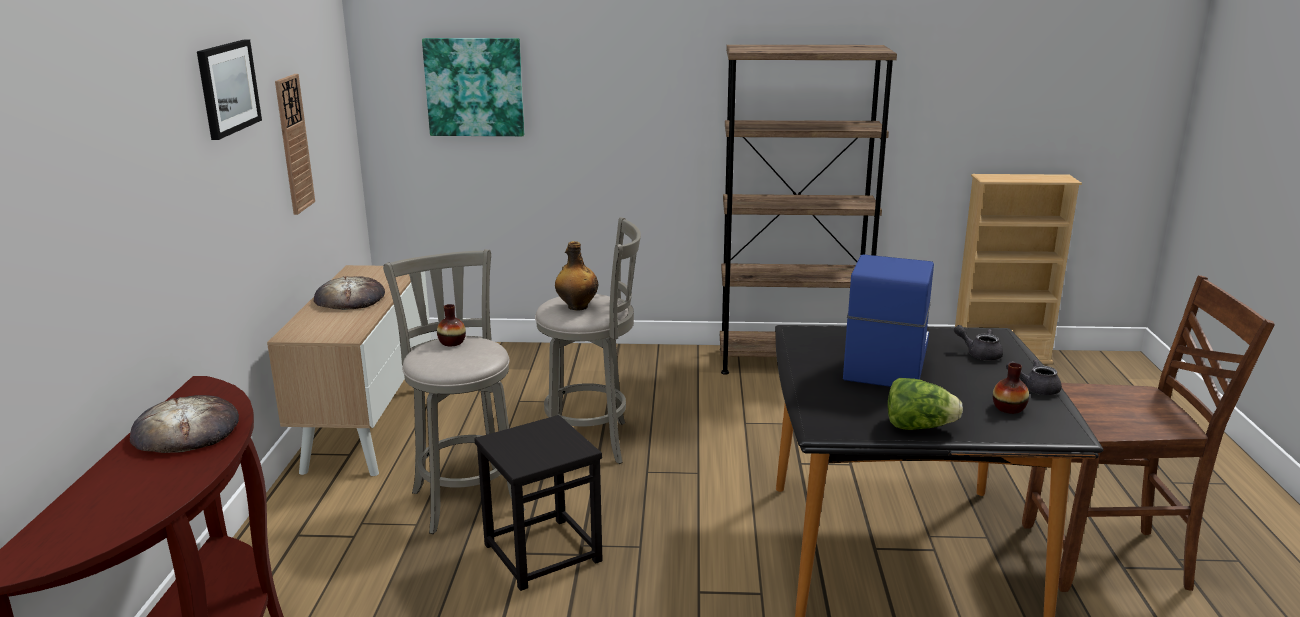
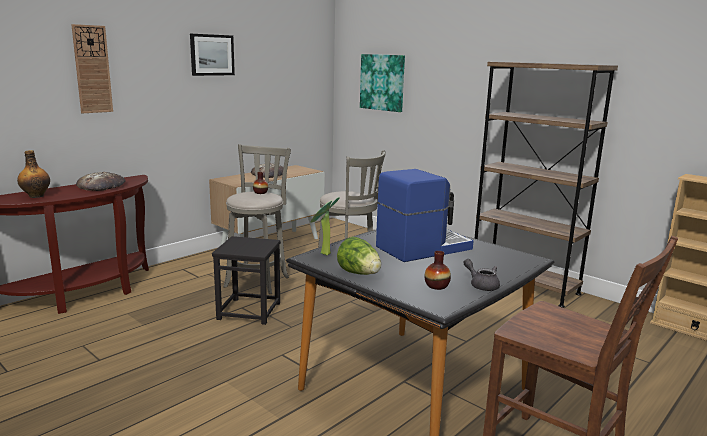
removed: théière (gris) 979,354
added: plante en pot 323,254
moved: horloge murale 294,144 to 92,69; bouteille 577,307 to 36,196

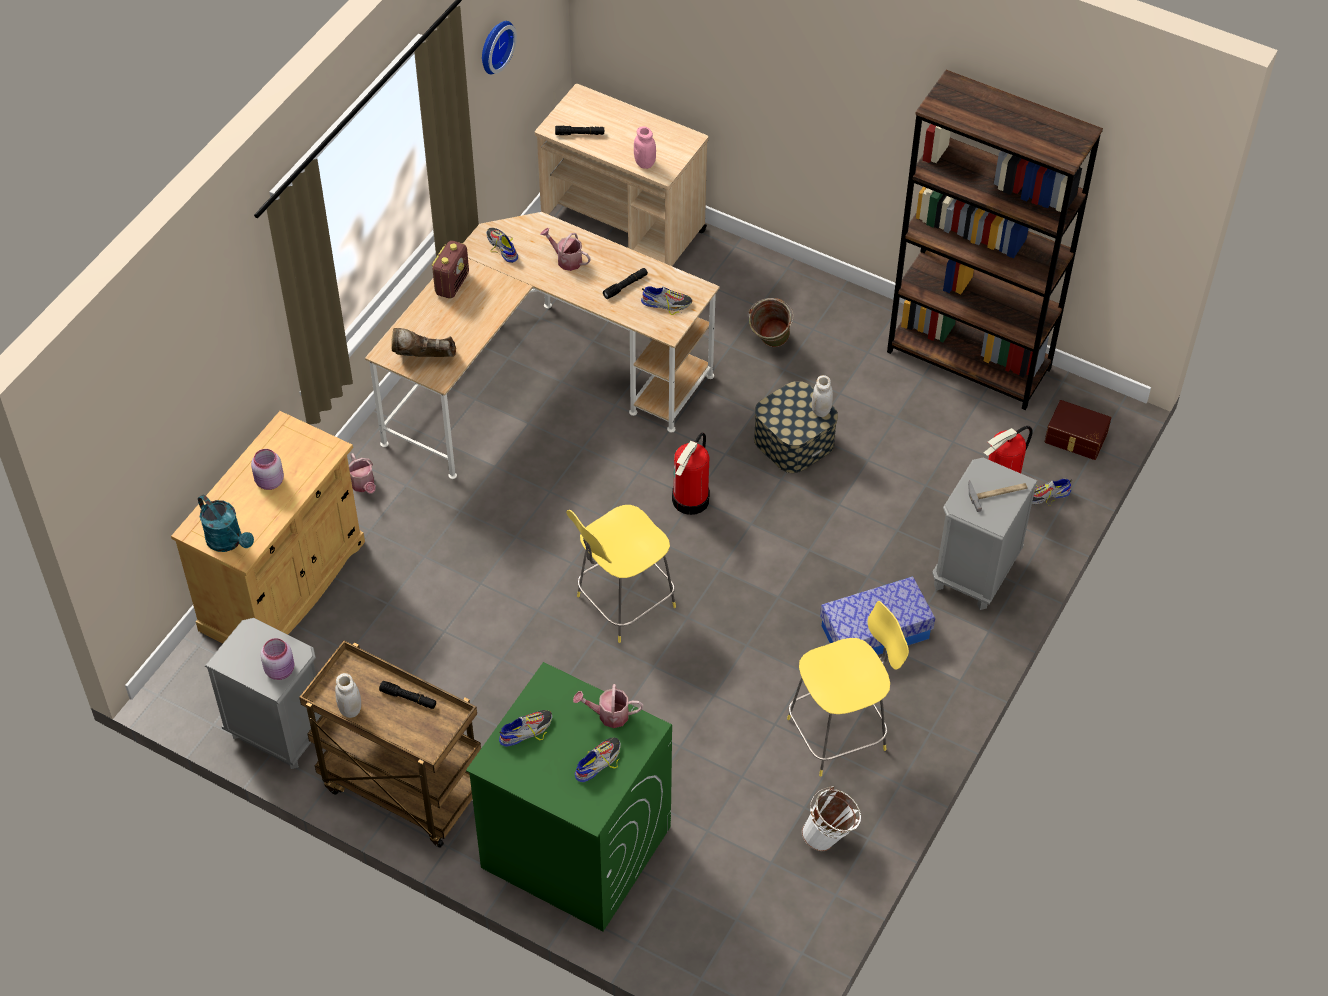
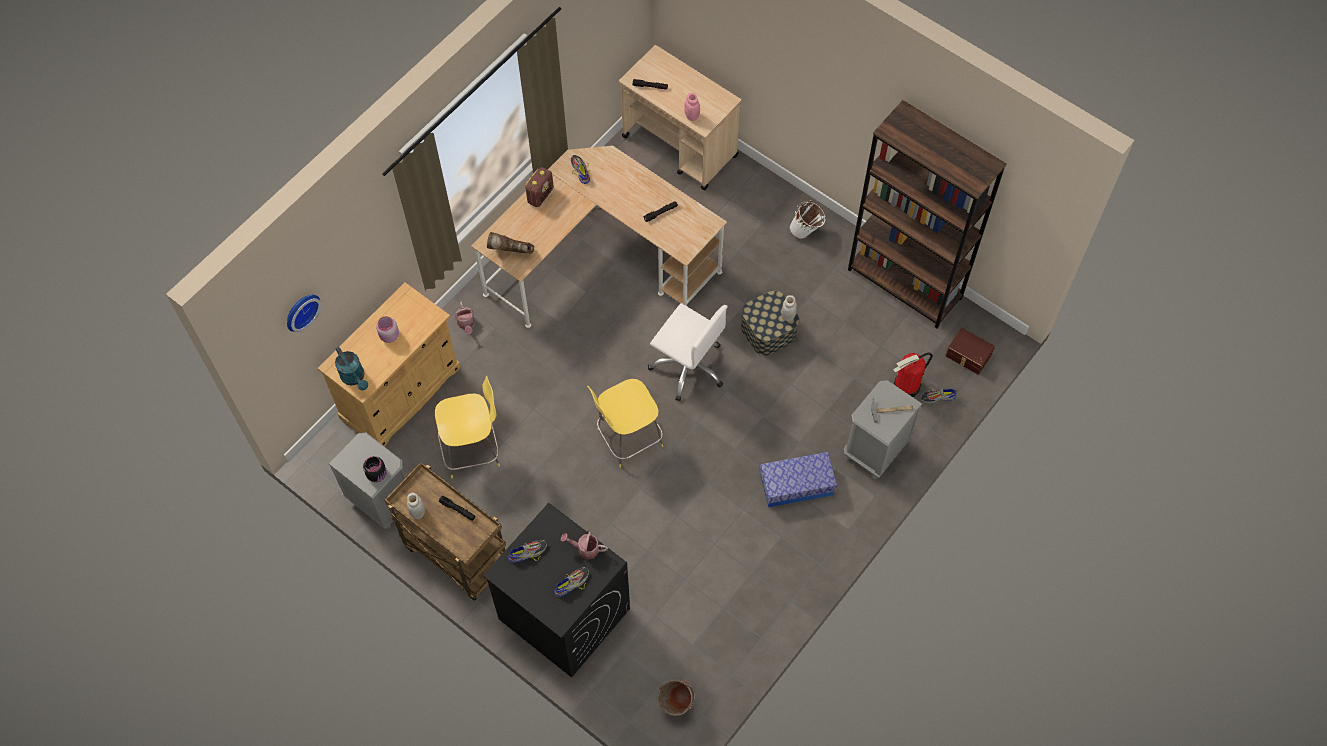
removed: arrosoir 566,259; chaussure 666,303
moved: horloge murale 494,45 to 300,310; seau (vert) 769,344 to 676,704; tabouret (jaune) 840,733 to 473,450; seau (blanc) 830,837 to 806,232
replaced: extincteur 691,500 to chaise de bureau (blanc) 688,366
recoloured: bocal (rose) 281,670 to bocal (noir) 377,474; lave-linge (vert) 575,847 to lave-linge (noir) 563,613

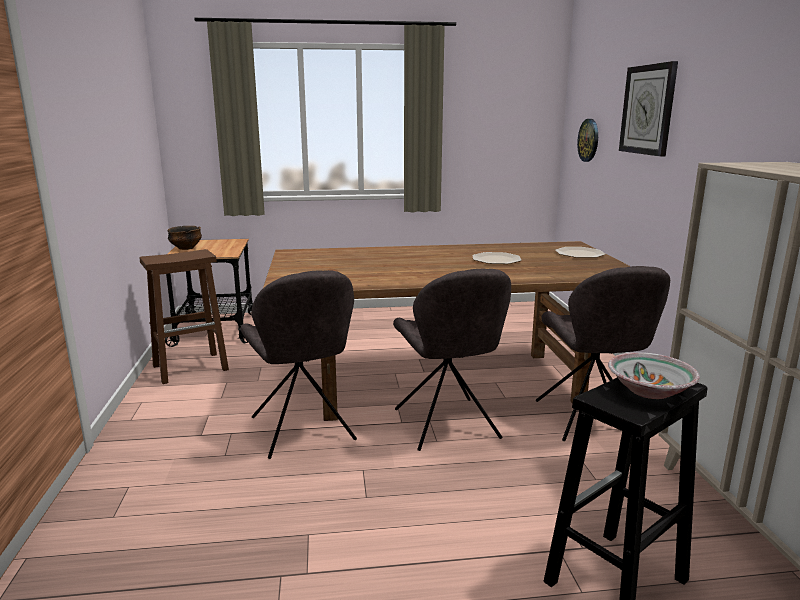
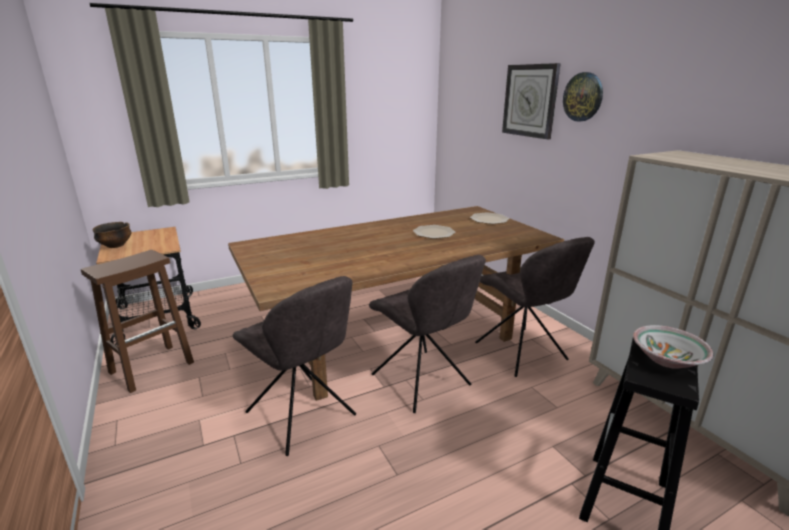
moved: horloge murale 589,140 to 583,97

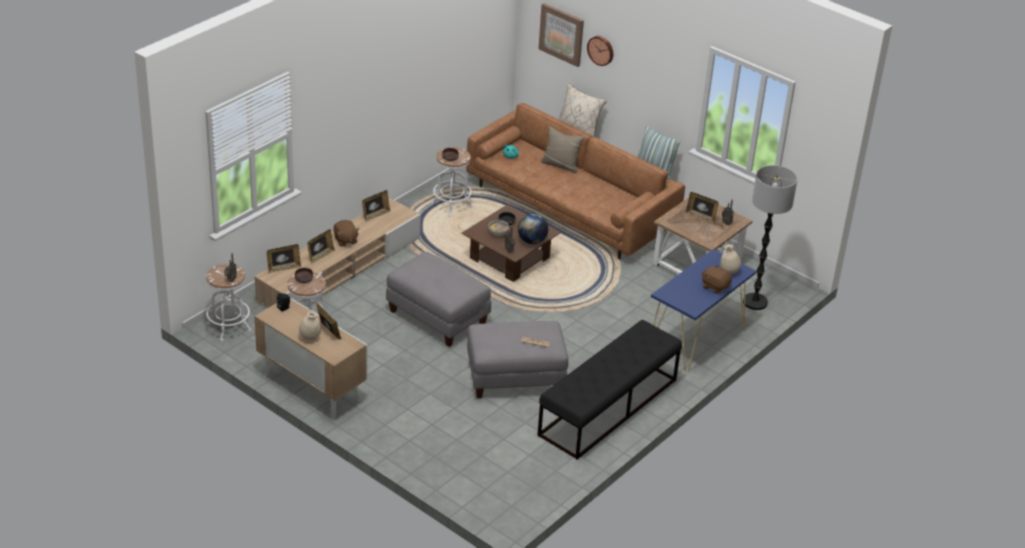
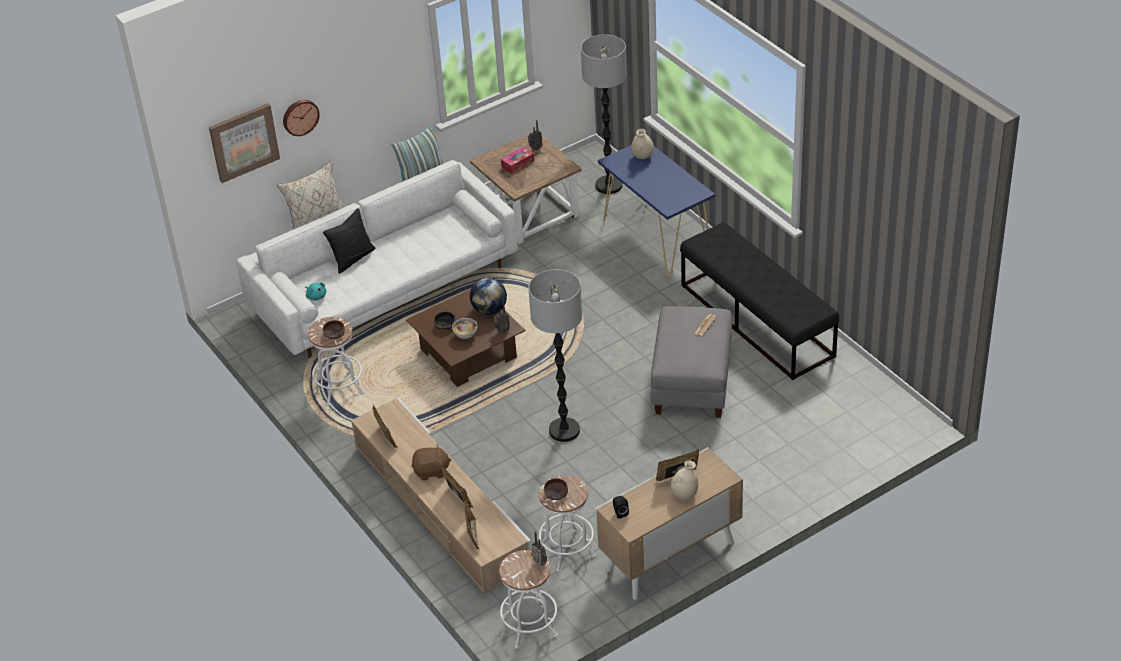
removed: peluche (marron) 715,287
replaced: pouf (gris) 436,317 to lampadaire 564,431; cadre photo 701,217 to boîte à mouchoirs 518,164
recoloured: canapé (marron) 570,207 to canapé (blanc) 384,288; coussin (beige) 561,165 to coussin (noir) 352,258

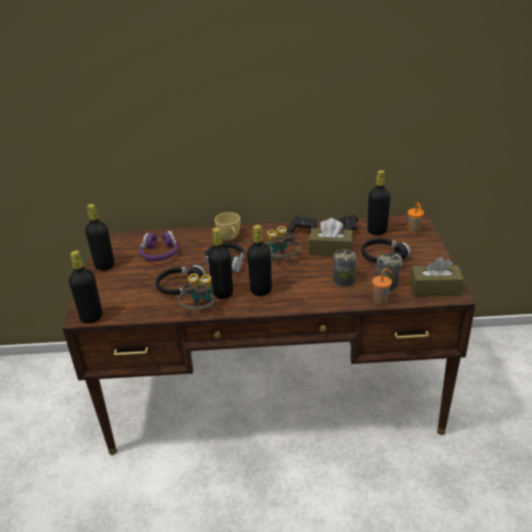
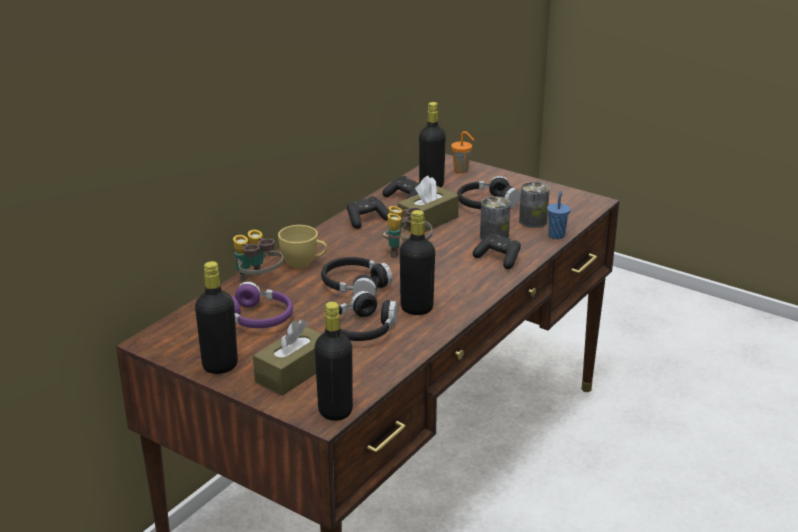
removed: bouteille (noir) 261,290
added: manette (noir) 498,259
moved: jumelles 200,311 to 258,282; boîte à mouchoirs (marron) 435,289 to 293,373
recoloured: tasse (orange) 381,301 to tasse (bleu) 556,235

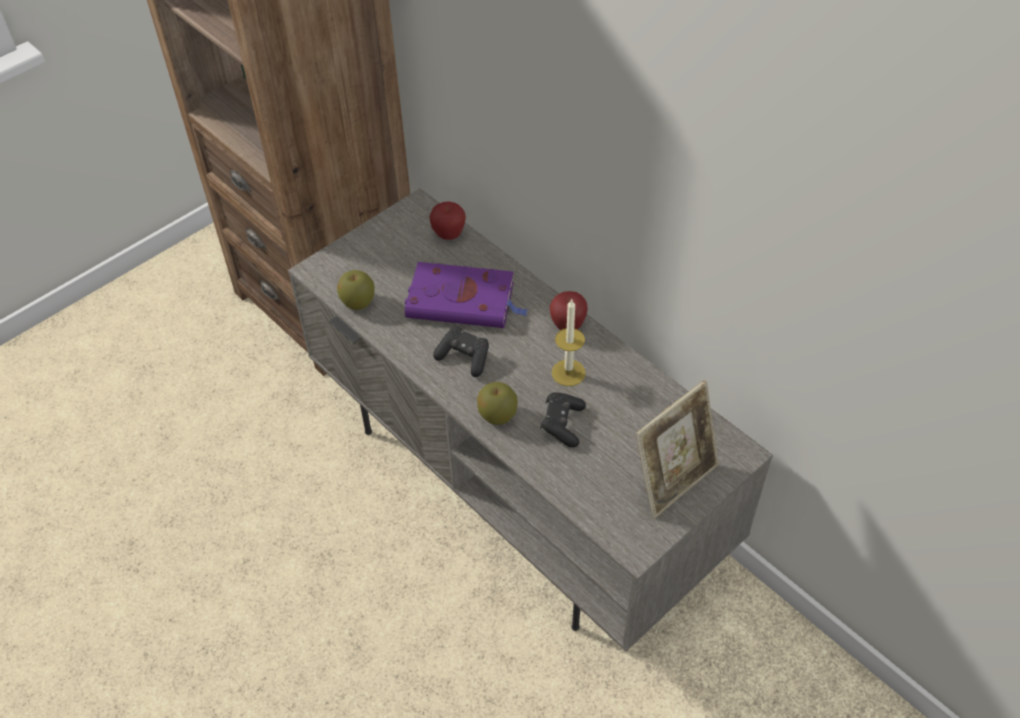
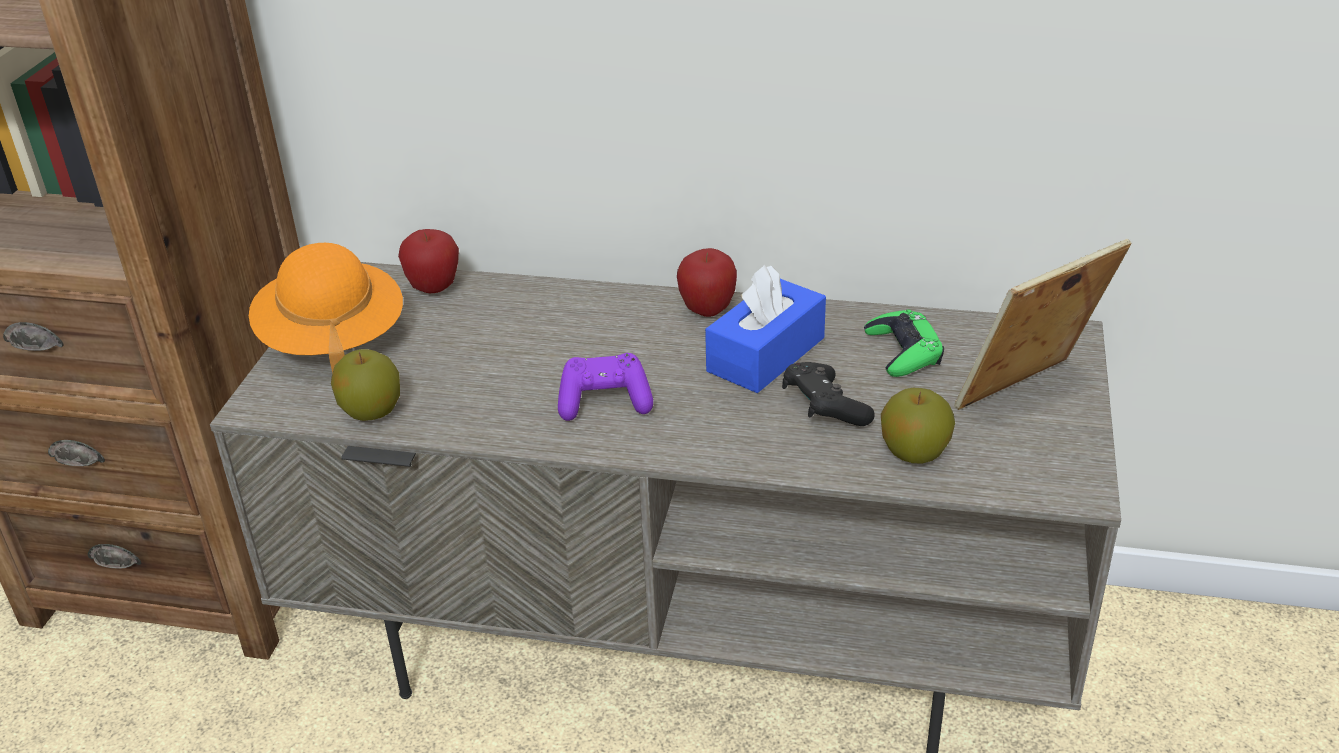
removed: livre (violet) 464,301
added: chapeau (orange) 332,339; manette (vert) 903,351
moved: pomme 497,415 to 914,453
replaced: bougie 568,372 to boîte à mouchoirs (bleu) 766,354
recoloured: manette (noir) 464,357 to manette (violet) 605,402
turned: cadre photo 673,479 = 1029,397 135 degrees counterclockwise

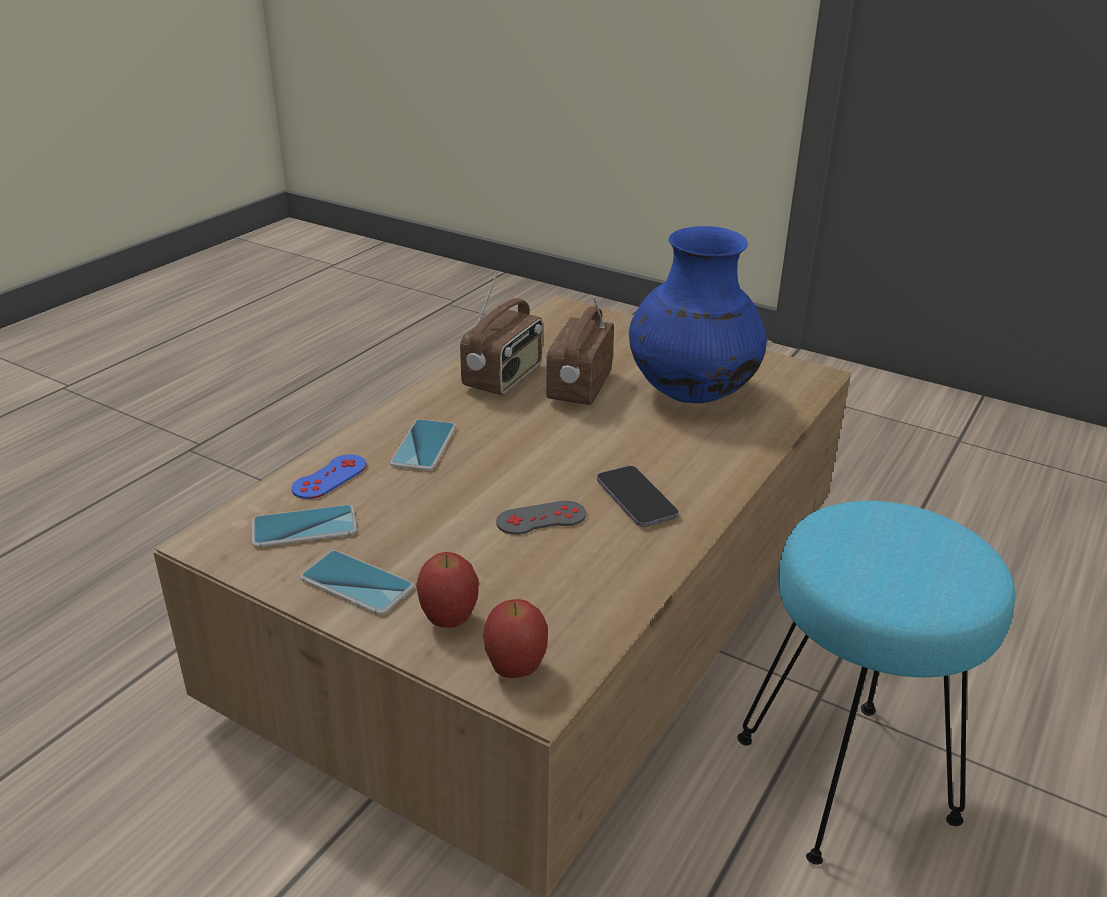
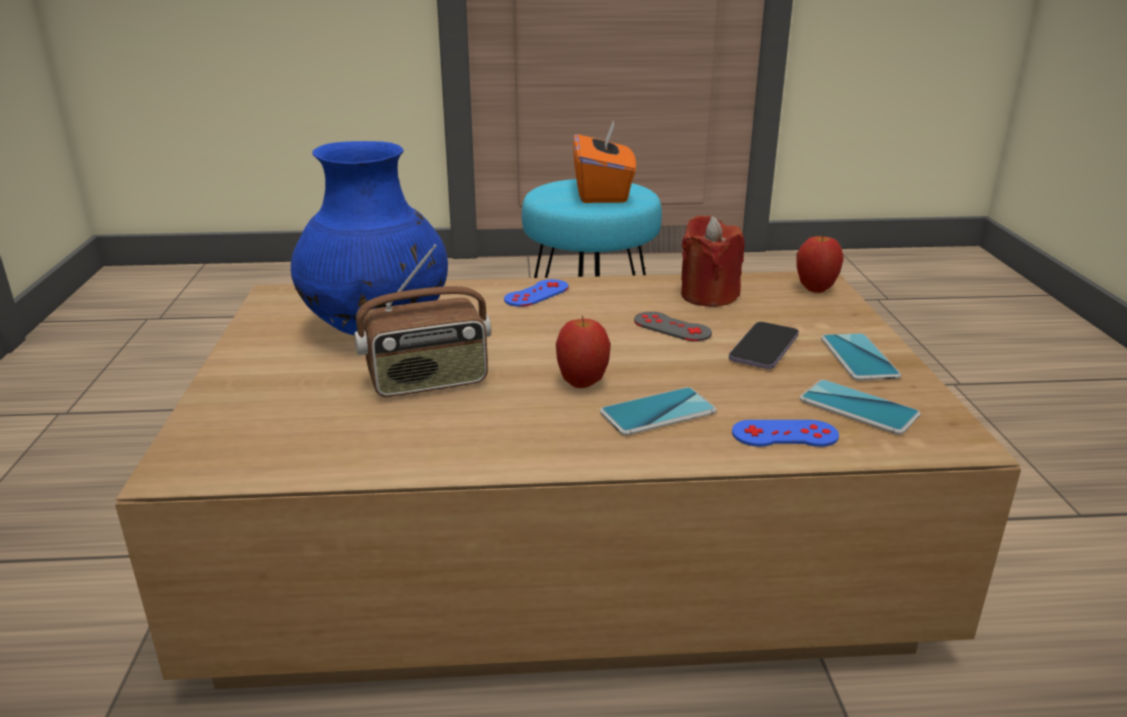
removed: radio 504,378
added: manette (bleu) 536,293; boîte à mouchoirs (orange) 603,193; bougie (rouge) 708,296
moved: pomme 449,620 to 582,384; téléphone 636,499 to 764,348

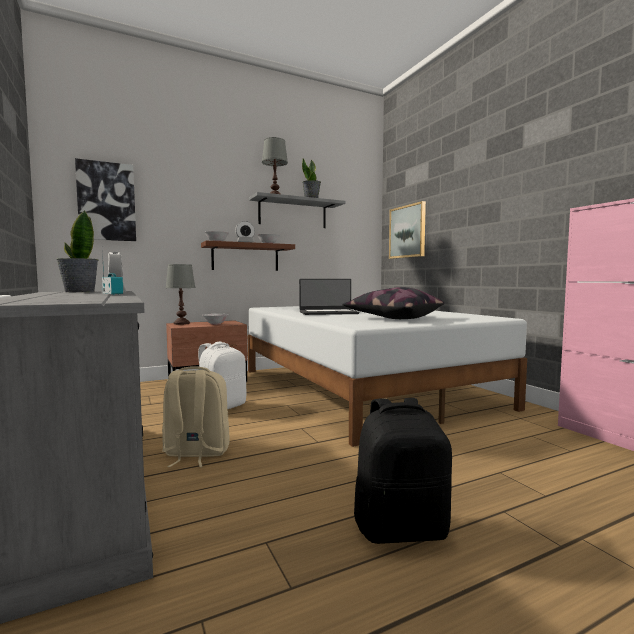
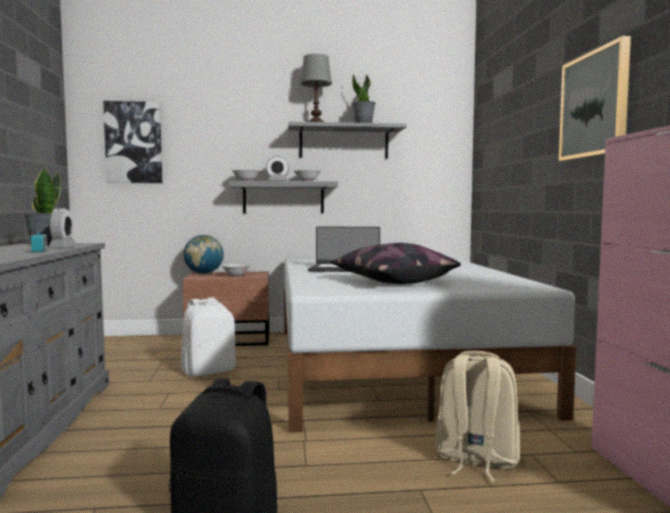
moved: sac à dos (beige) 196,453 to 475,460; tableau 407,231 to 594,105
replaced: lampe de table (gris) 181,323 to globe 204,274
recoloured: étagère (marron) 245,257 to étagère (gris) 283,197

